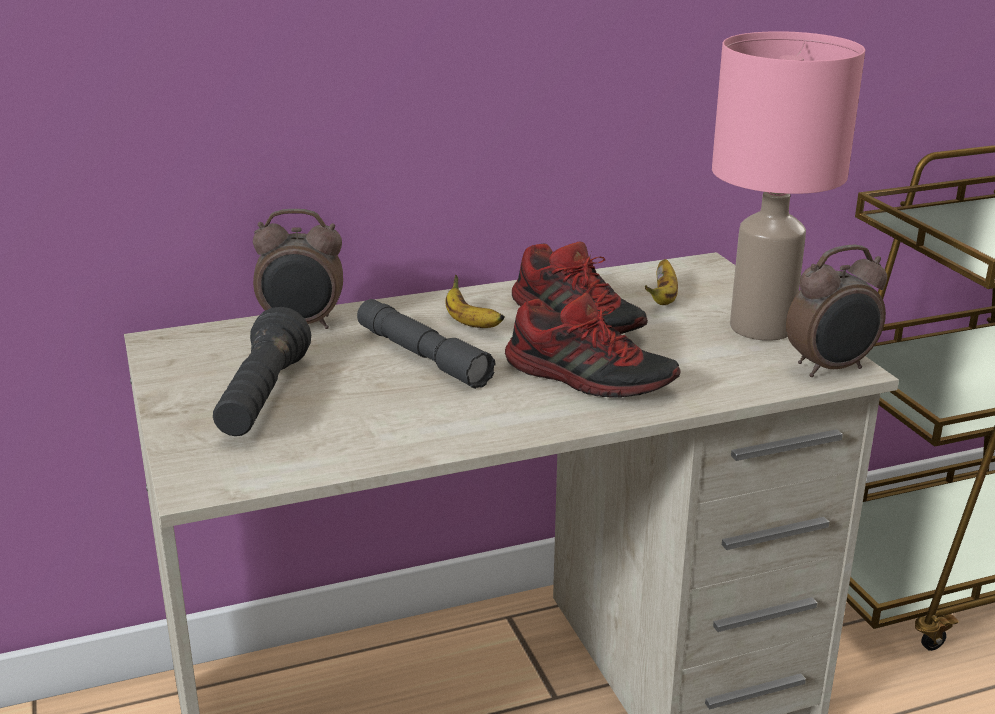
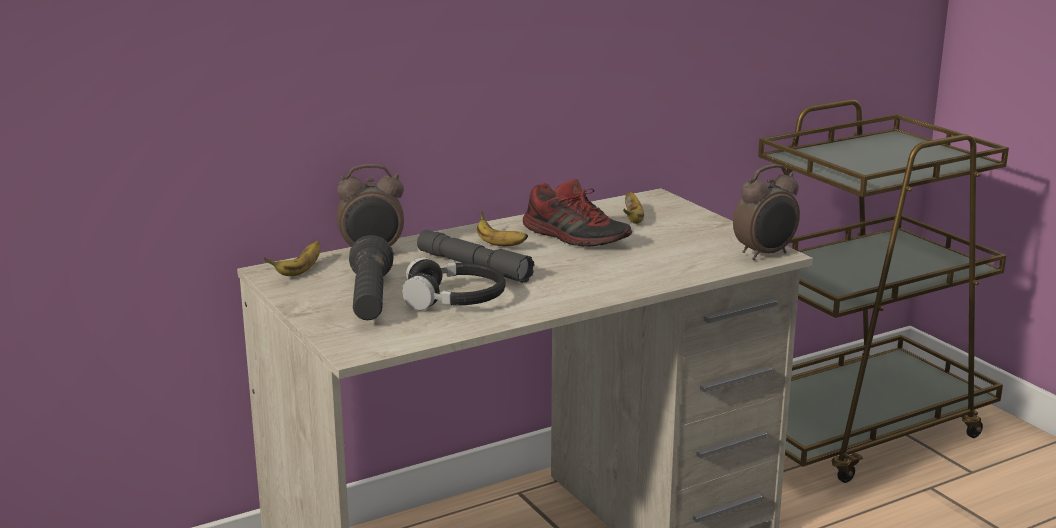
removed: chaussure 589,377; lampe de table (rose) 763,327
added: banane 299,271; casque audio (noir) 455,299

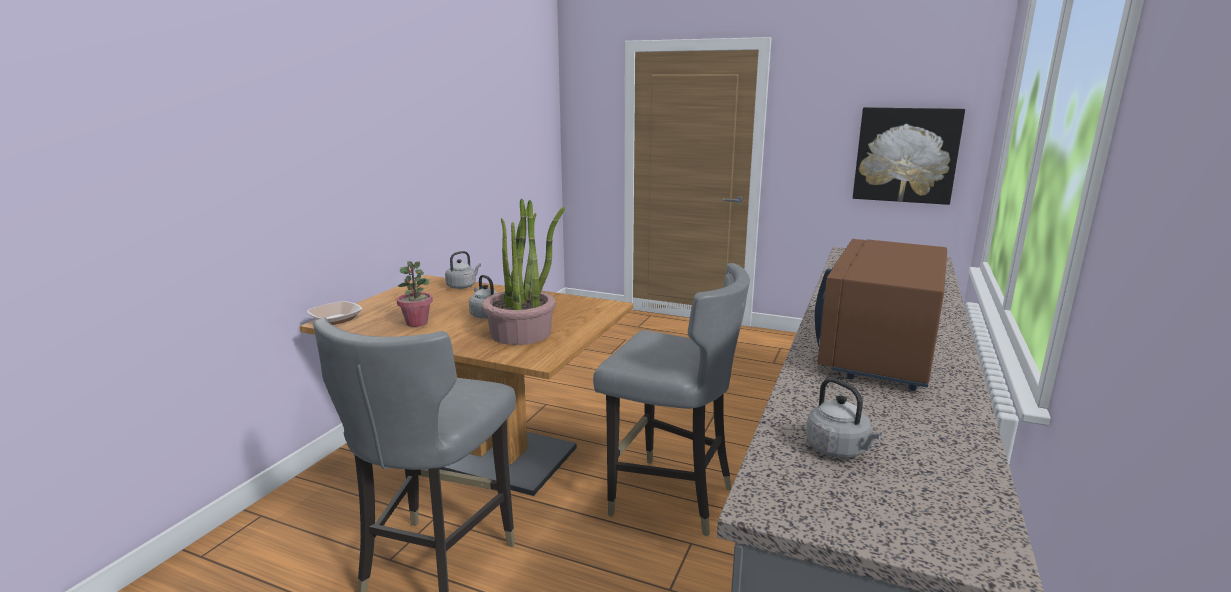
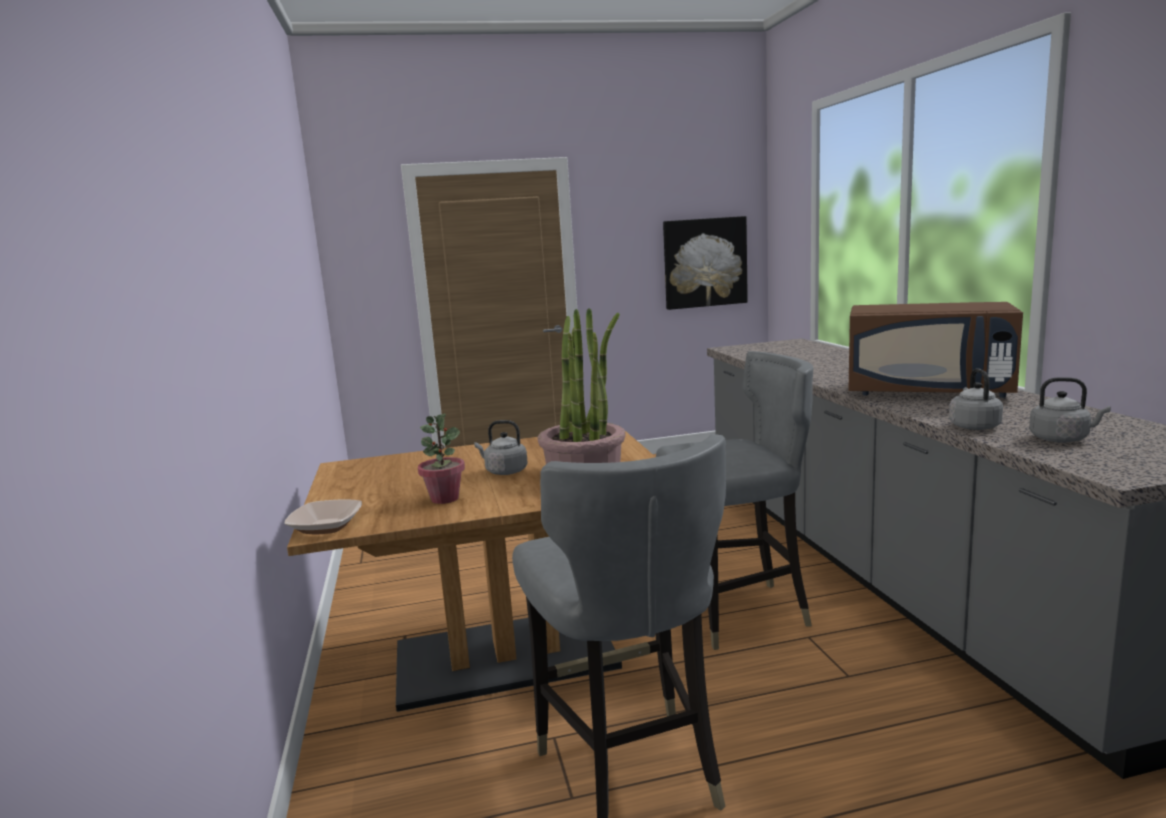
moved: bouilloire (gris) 463,286 to 973,426
turned: micro-ondes (marron) 880,353 = 928,392 60 degrees counterclockwise

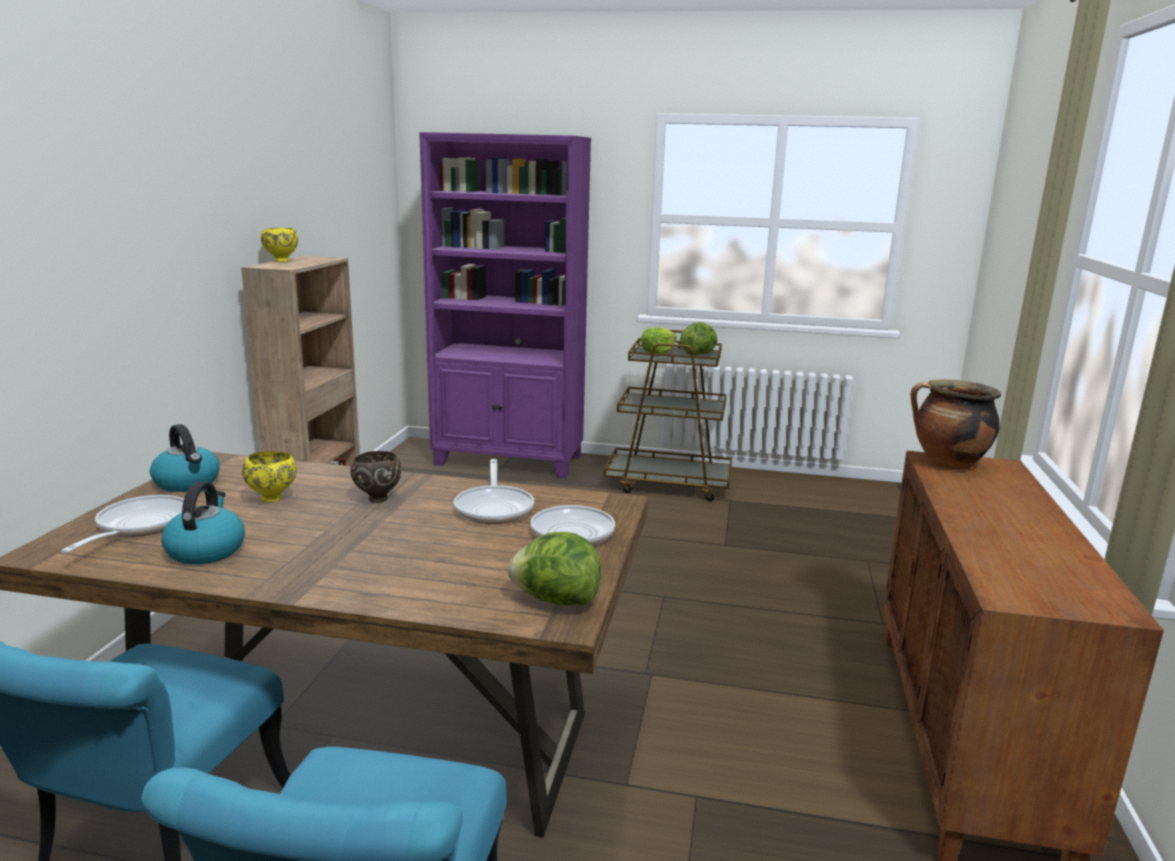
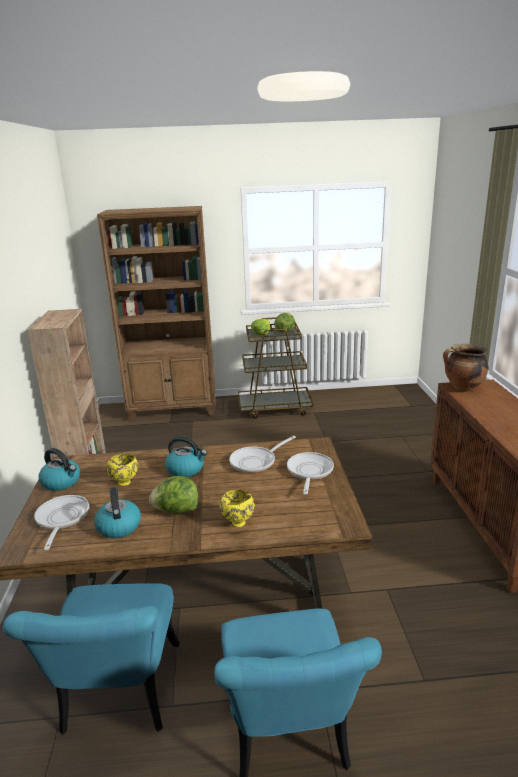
moved: bol (jaune) 281,261 to 237,523; laitue 556,600 to 176,511
replaced: bol (marron) 377,498 to bouilloire 186,469
recoloured: bibliothèque (violet) 509,461 to bibliothèque (marron) 174,410
turned: poêle 494,508 = 256,462 75 degrees clockwise

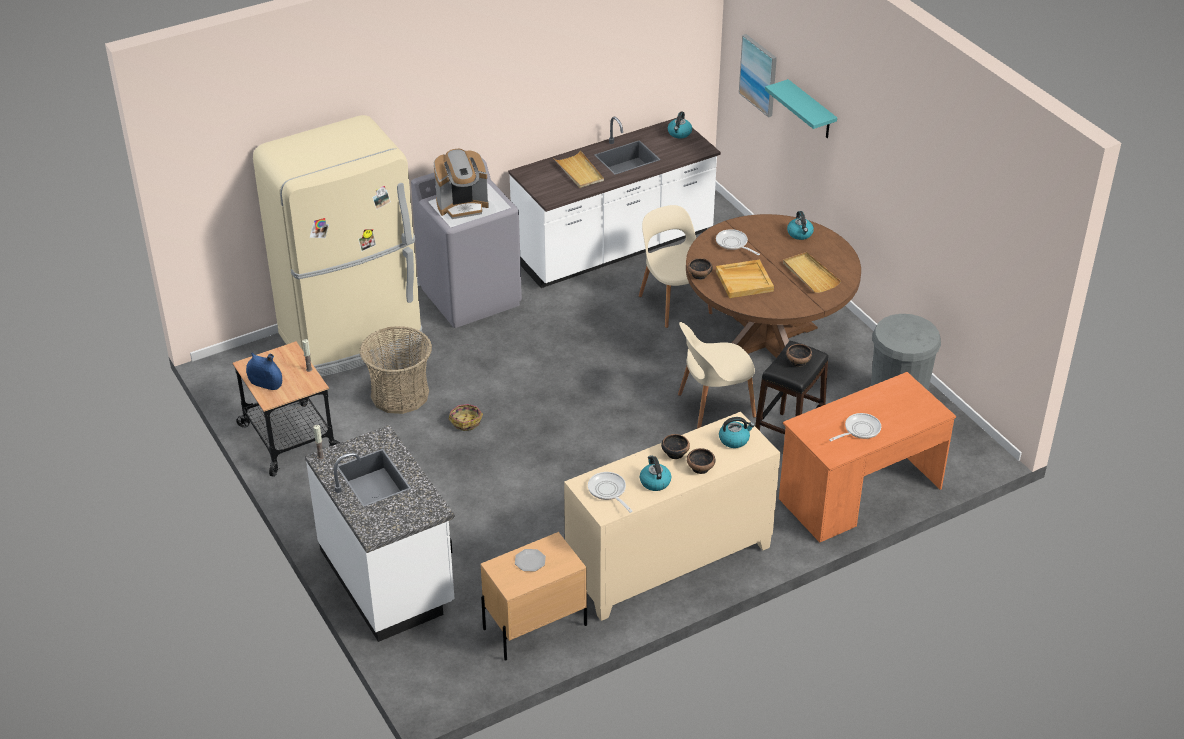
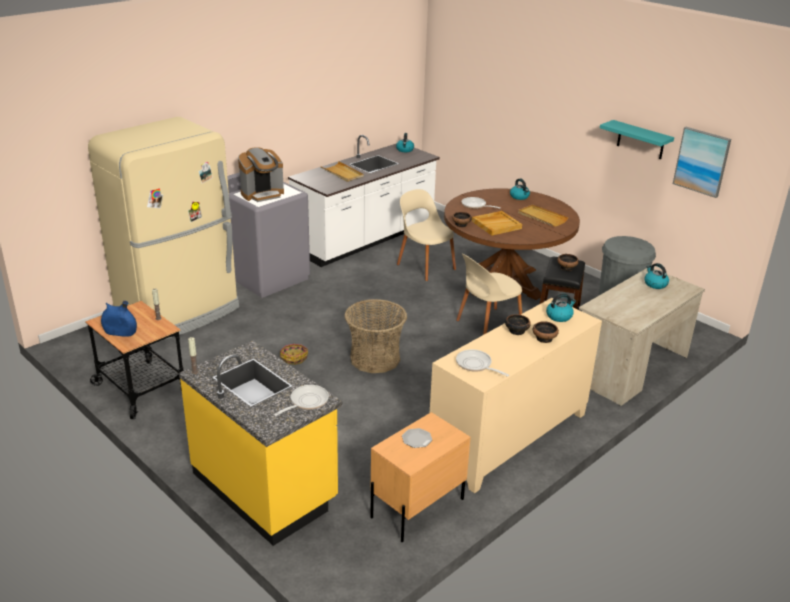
moved: panier 400,394 to 375,358; bouilloire 654,481 to 655,284; tableau 759,75 to 702,161; étagère (turquoise) 811,110 to 640,140; poêle 859,430 to 306,402
recoloured: comptoir de cuisine (blanc) 388,578 to comptoir de cuisine (jaune) 265,487; bureau (orange) 859,494 to bureau (beige) 630,368

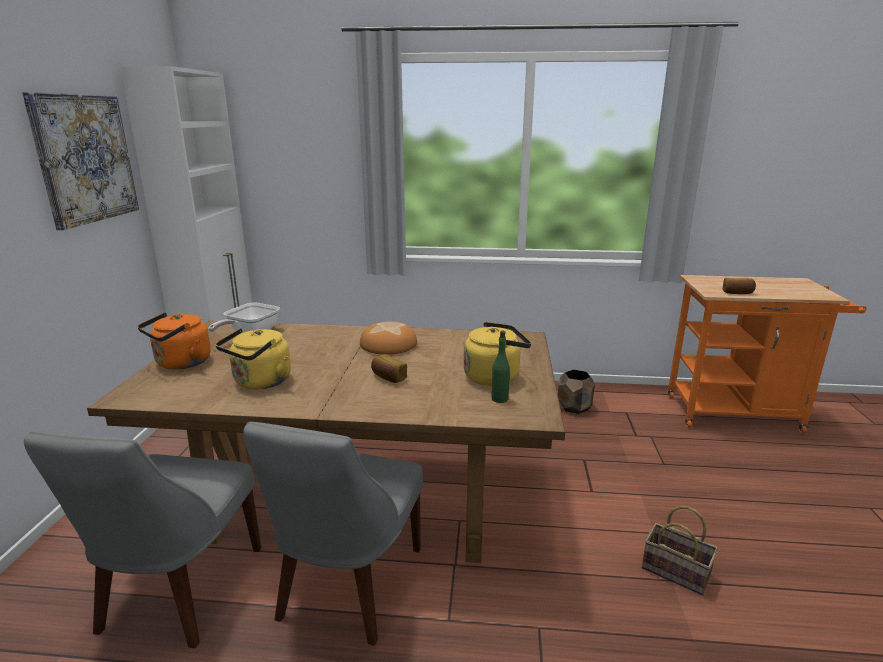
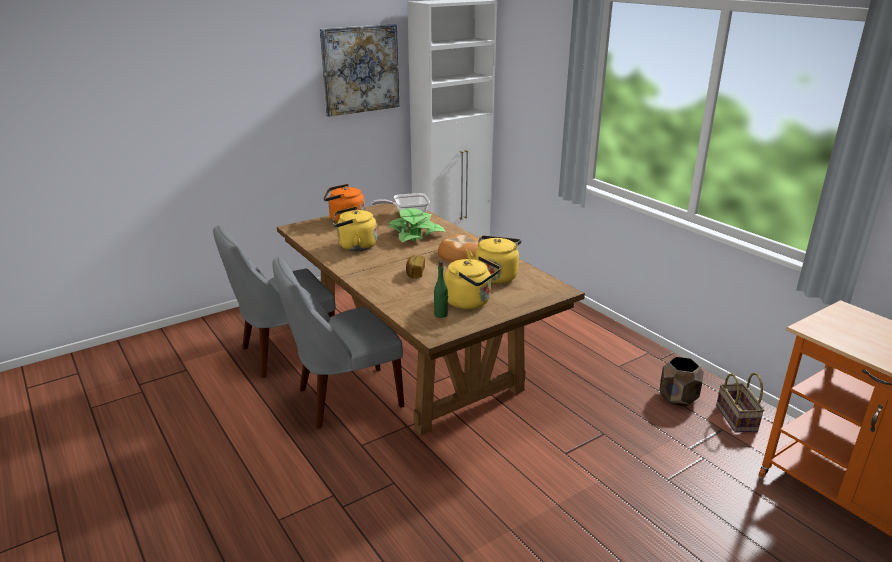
removed: pain 737,293
added: plante en pot 415,234; bouilloire (jaune) 496,276
moved: panier 677,572 to 737,419

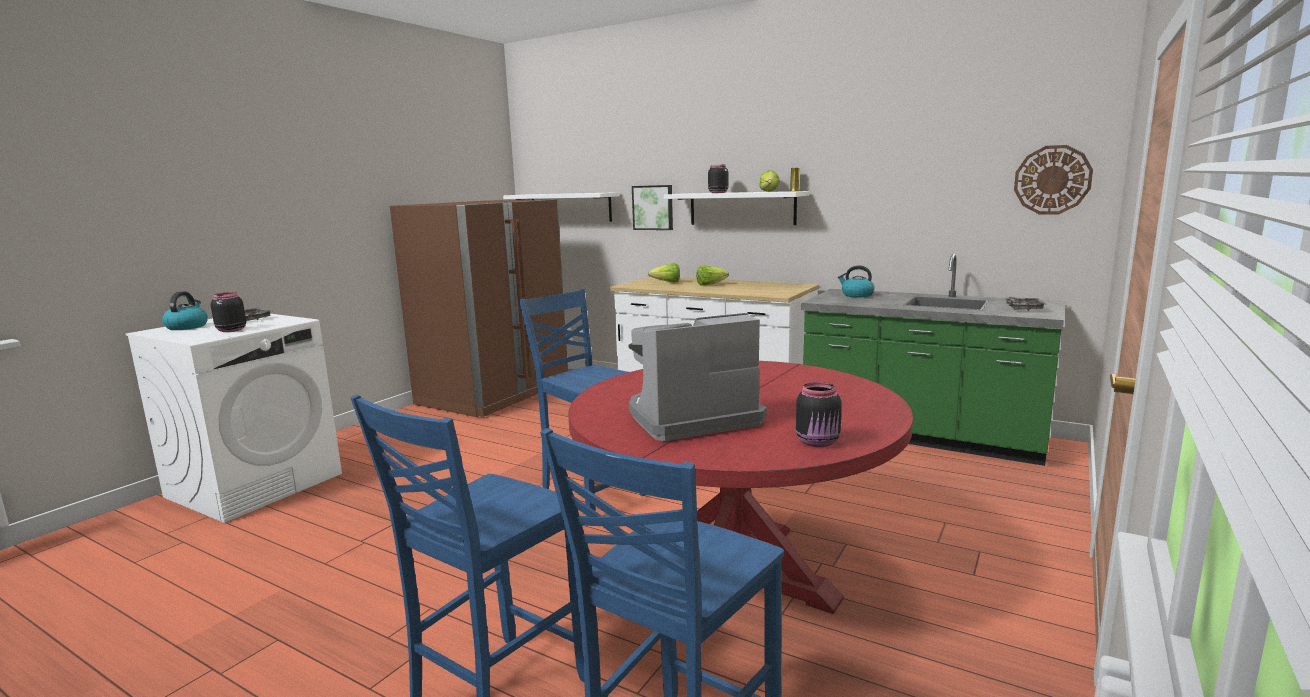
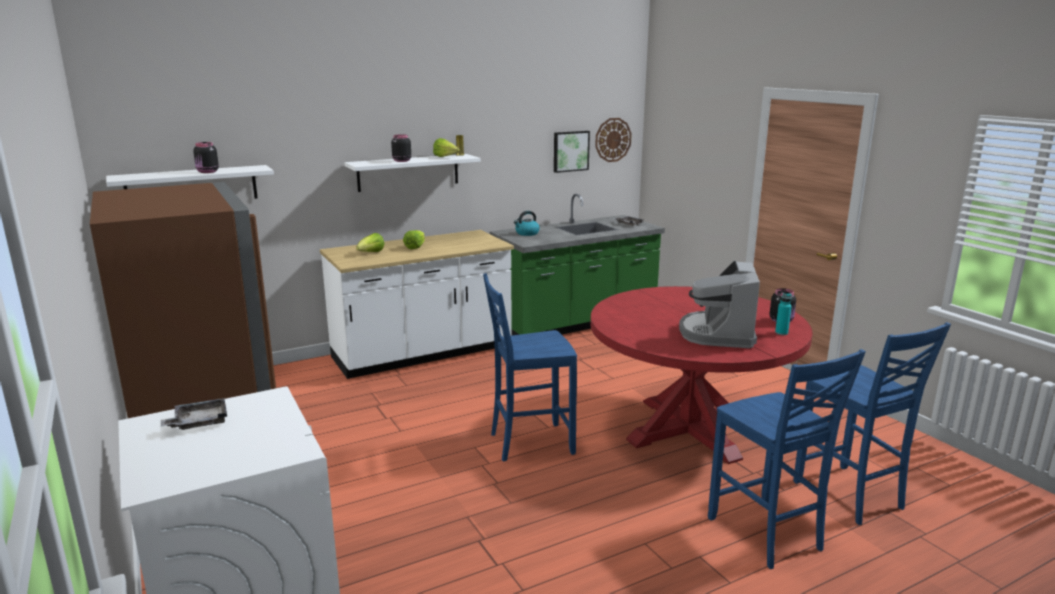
removed: bouilloire 187,327
added: bouteille (turquoise) 781,333
moved: bocal (noir) 230,330 to 207,172; tableau 653,207 to 570,151

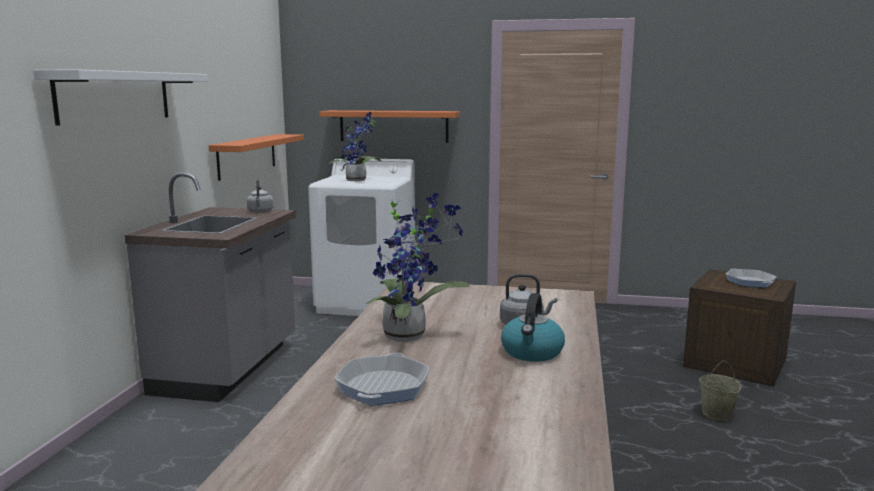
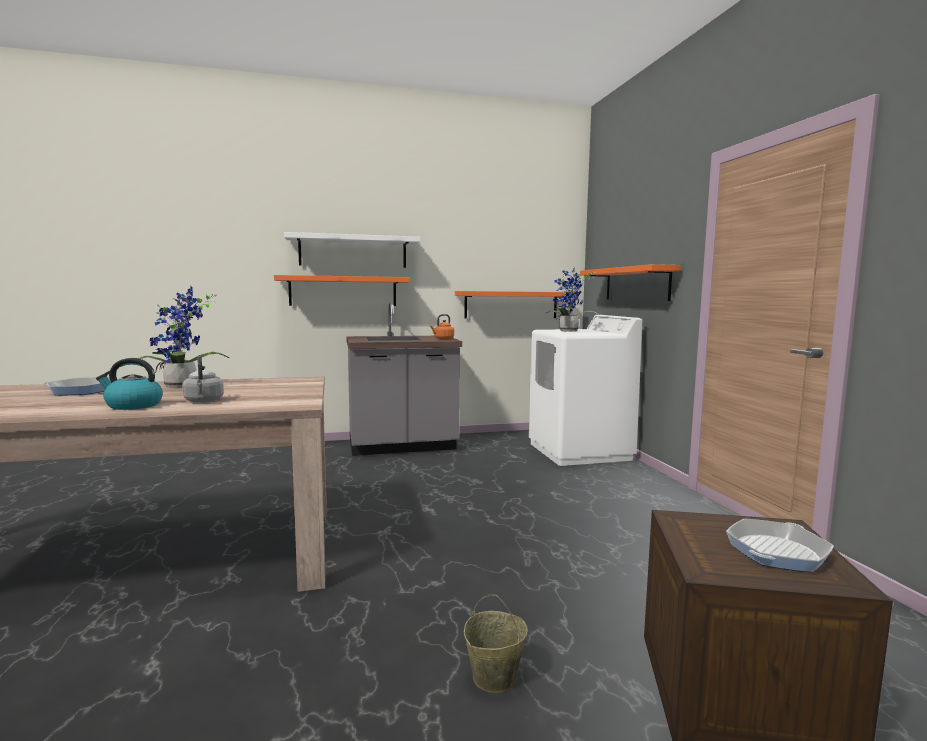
added: étagère (orange) 343,291
recoloured: bouilloire (gris) 260,212 to bouilloire (orange) 443,339

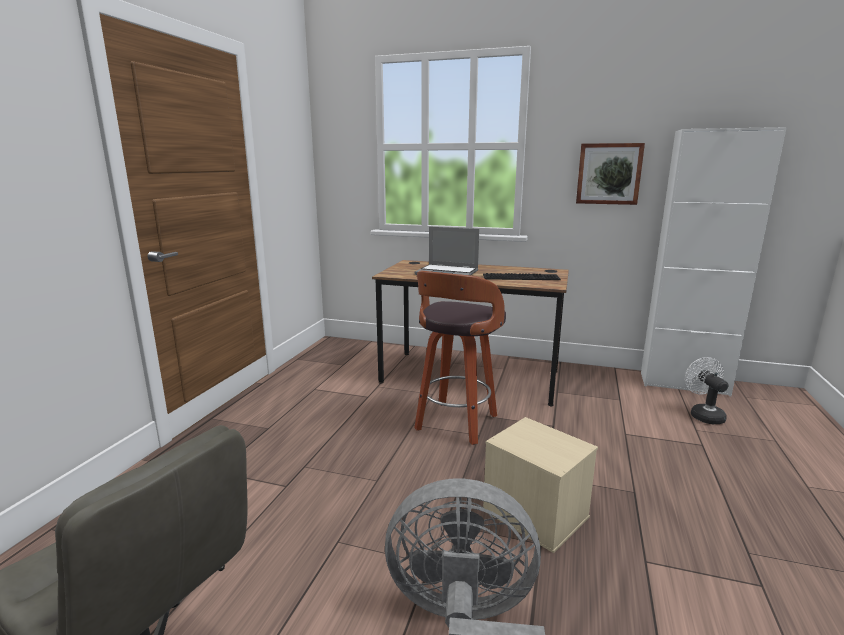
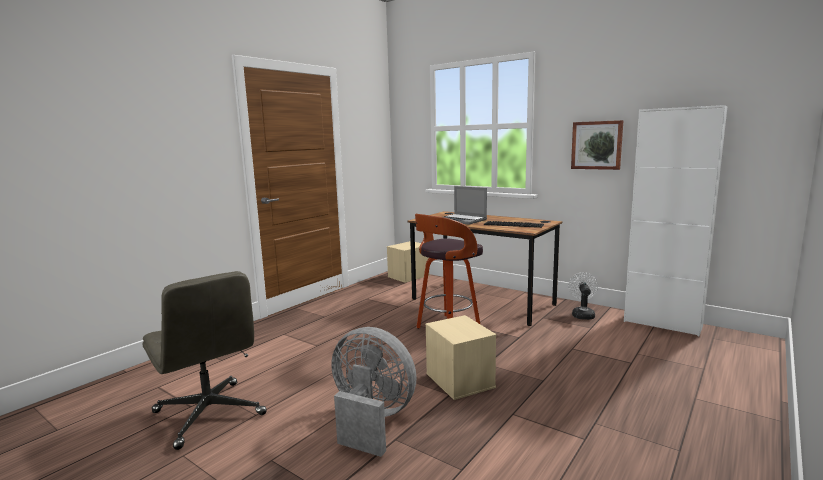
added: boîte de rangement (beige) 408,276
moved: ventilateur (blanc) 703,415 to 582,314

